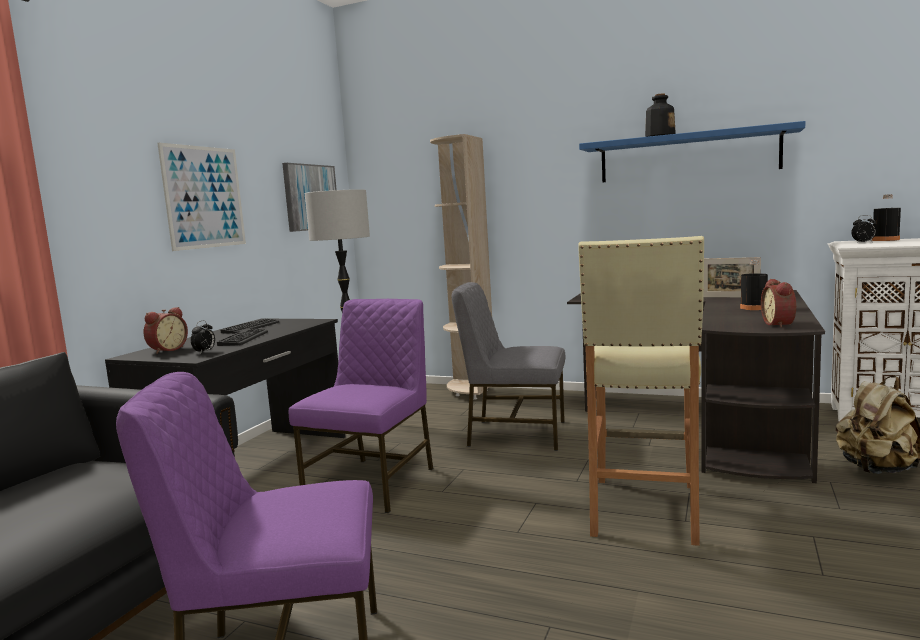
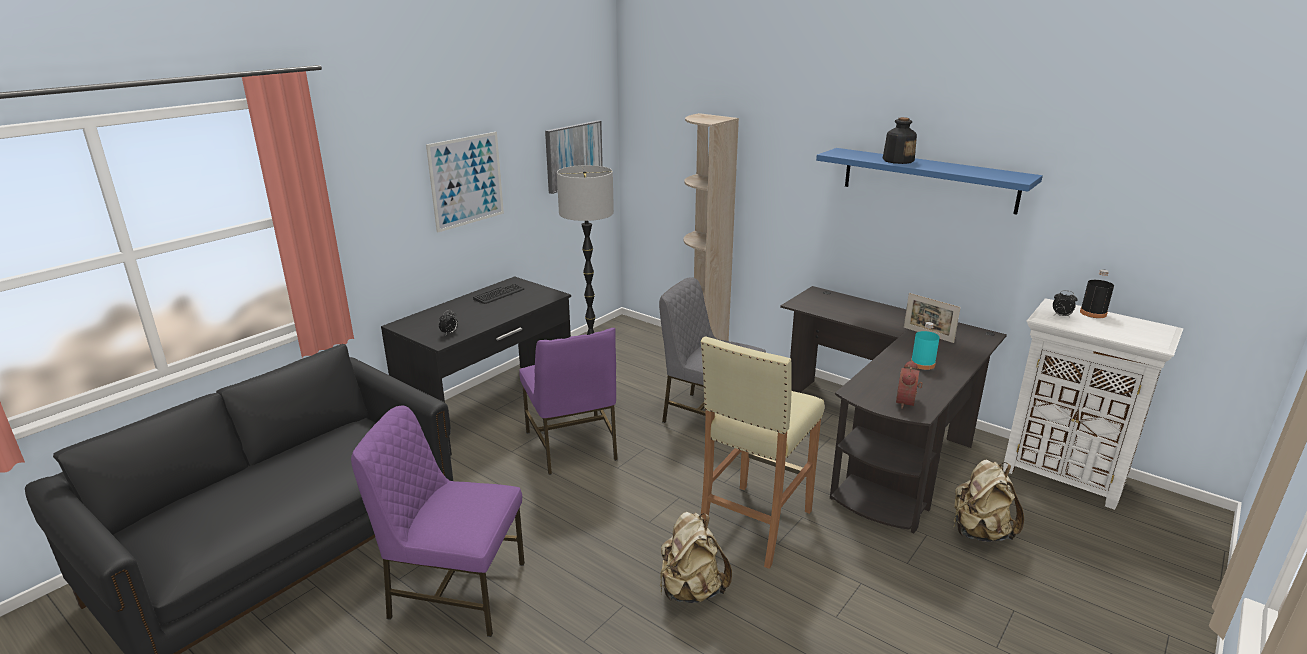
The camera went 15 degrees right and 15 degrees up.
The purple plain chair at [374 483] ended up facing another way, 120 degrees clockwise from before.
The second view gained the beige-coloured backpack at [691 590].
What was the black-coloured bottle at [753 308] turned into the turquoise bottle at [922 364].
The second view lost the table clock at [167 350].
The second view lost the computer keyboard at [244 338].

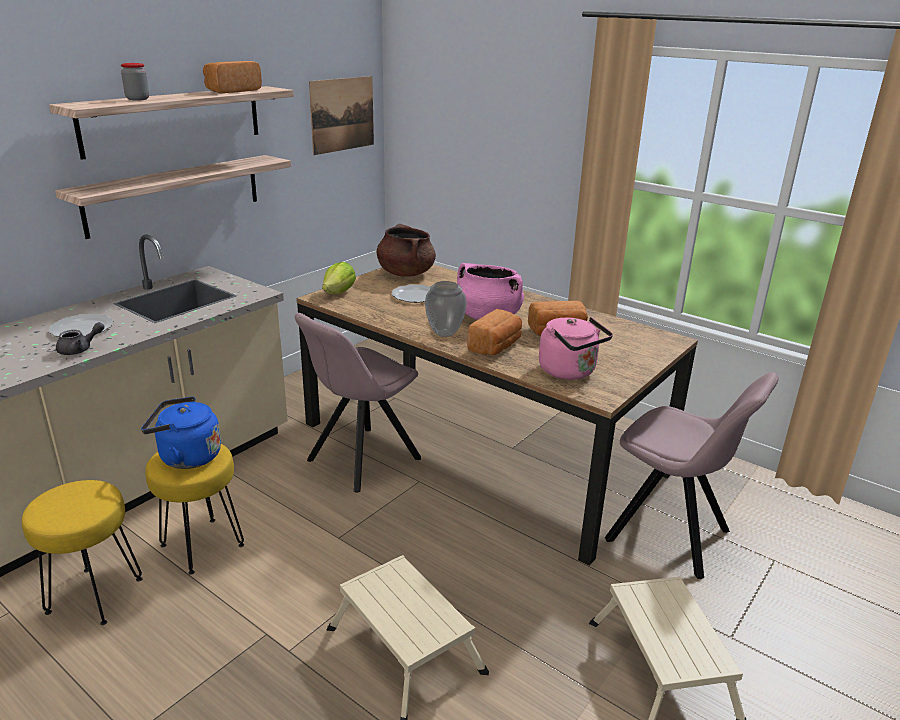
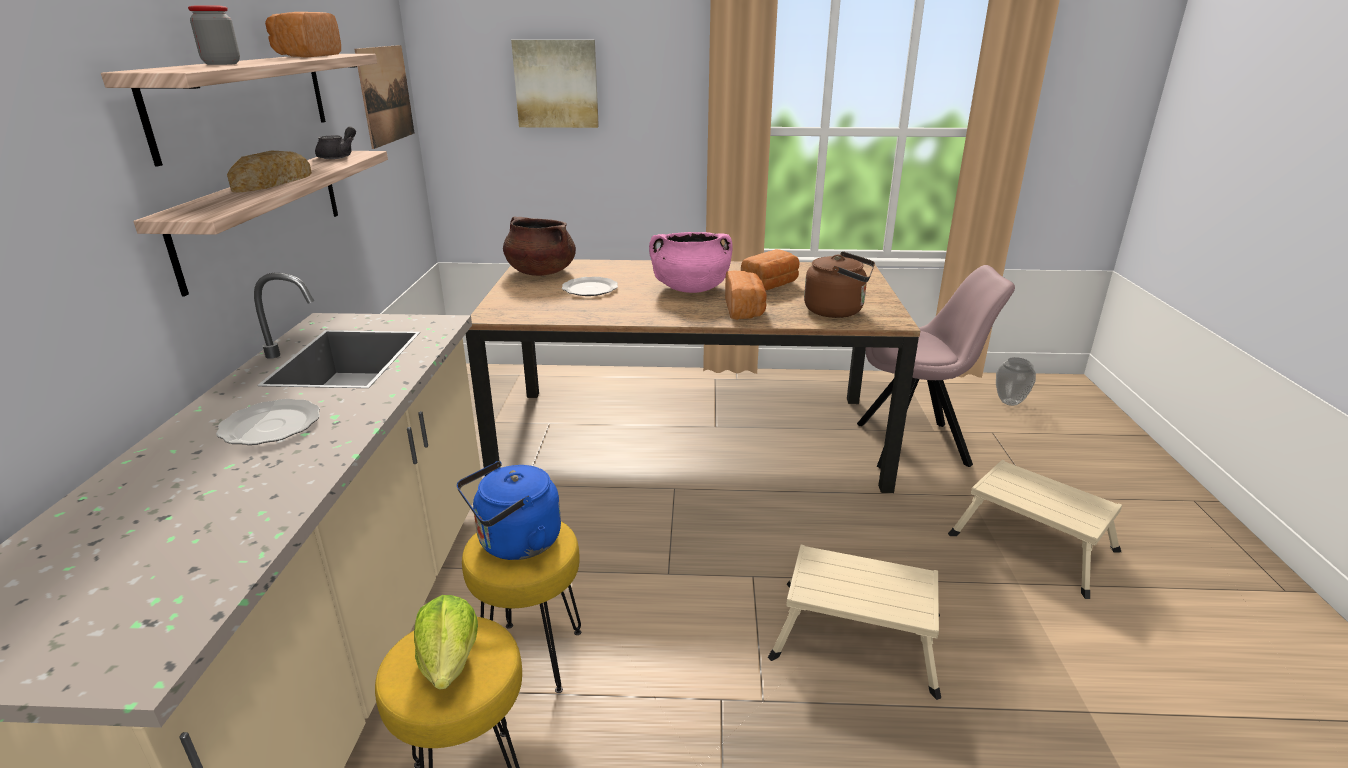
The camera went 35 degrees left and 0 degrees up.
The second view gained the baked bread at [274 182].
The greyish tea pot ended up elsewhere, having gone from [80 349] to [339 156].
The head of lettuce ended up elsewhere, having gone from [339 292] to [450 661].
The second view gained the wall art at [556 84].
What was the pink kettle at [570 372] turned into the brown kettle at [837 311].
The vase ended up elsewhere, having gone from [444 334] to [1010 402].
The second view lost the pink plain chair at [362 459].

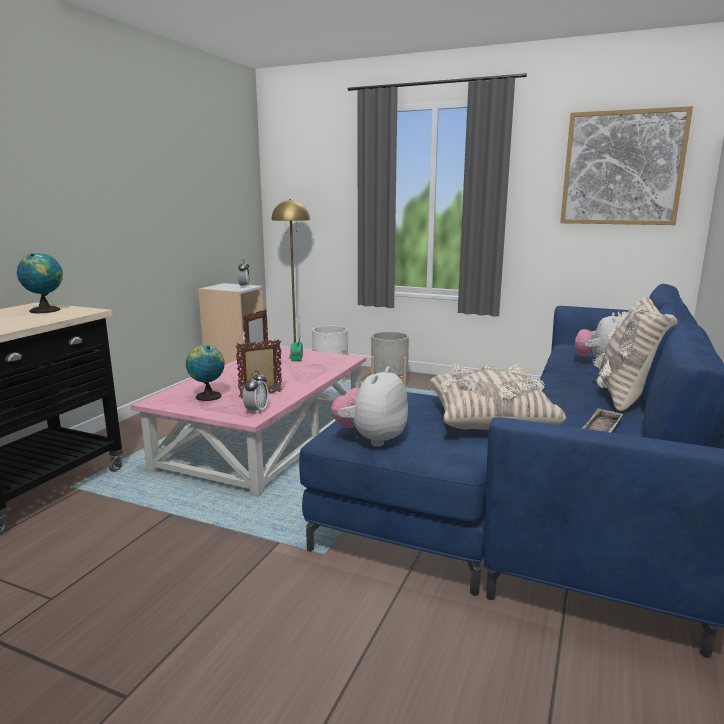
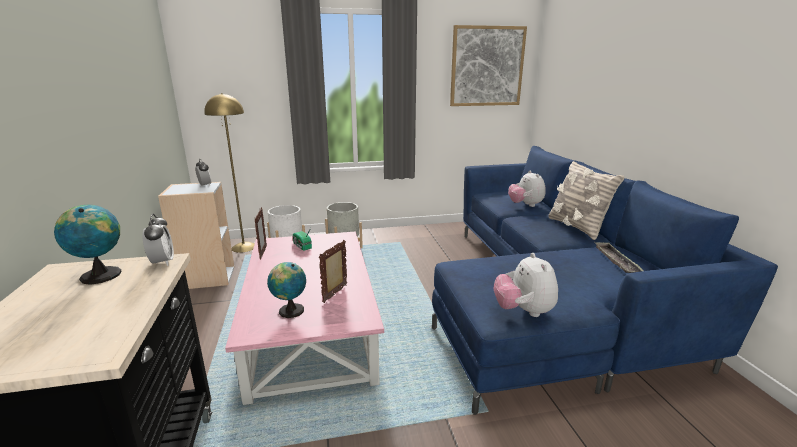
The camera went 35 degrees left and 5 degrees up.
The table clock ended up elsewhere, having gone from [256 411] to [162 262].
The second view lost the beige-coloured throw pillow at [490 421].

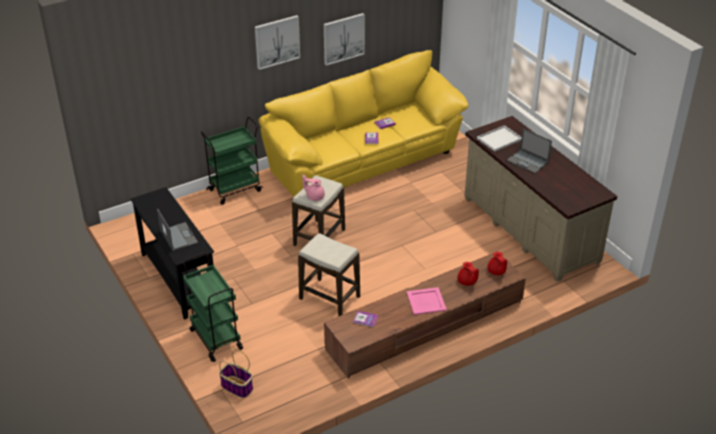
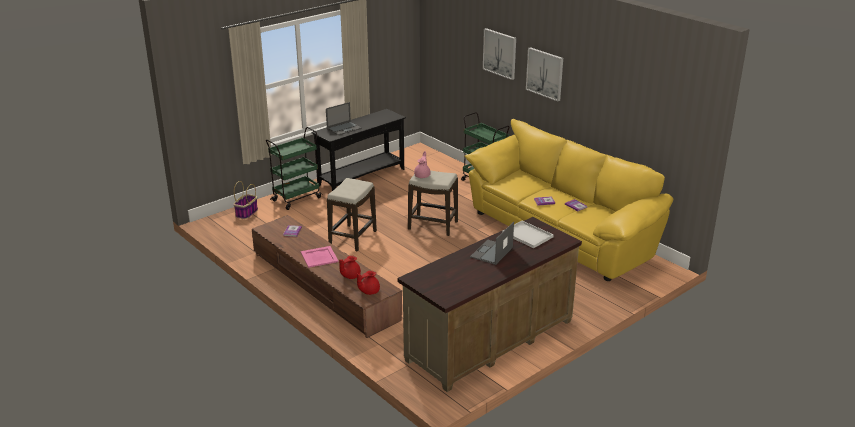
The camera went 80 degrees right and 10 degrees down.
The wall art ended up elsewhere, having gone from [343 38] to [500 53].

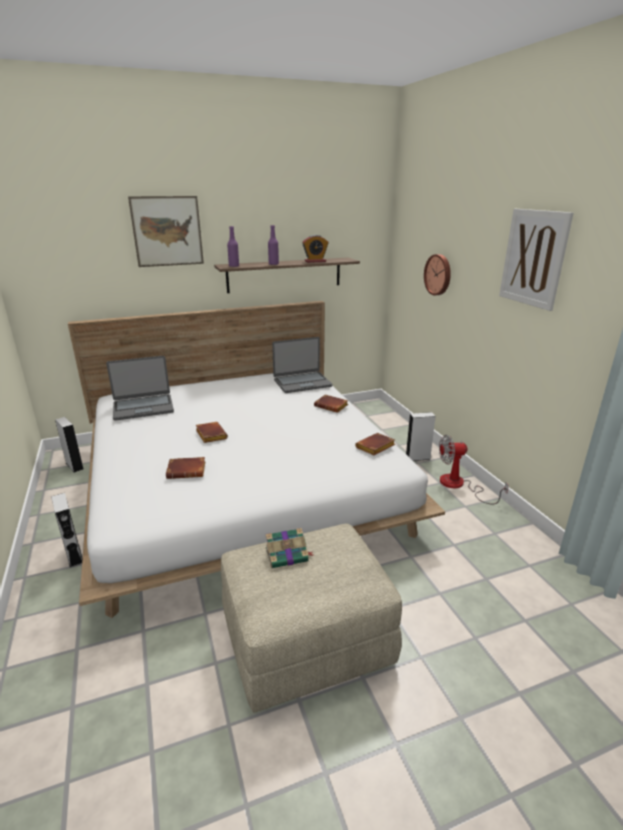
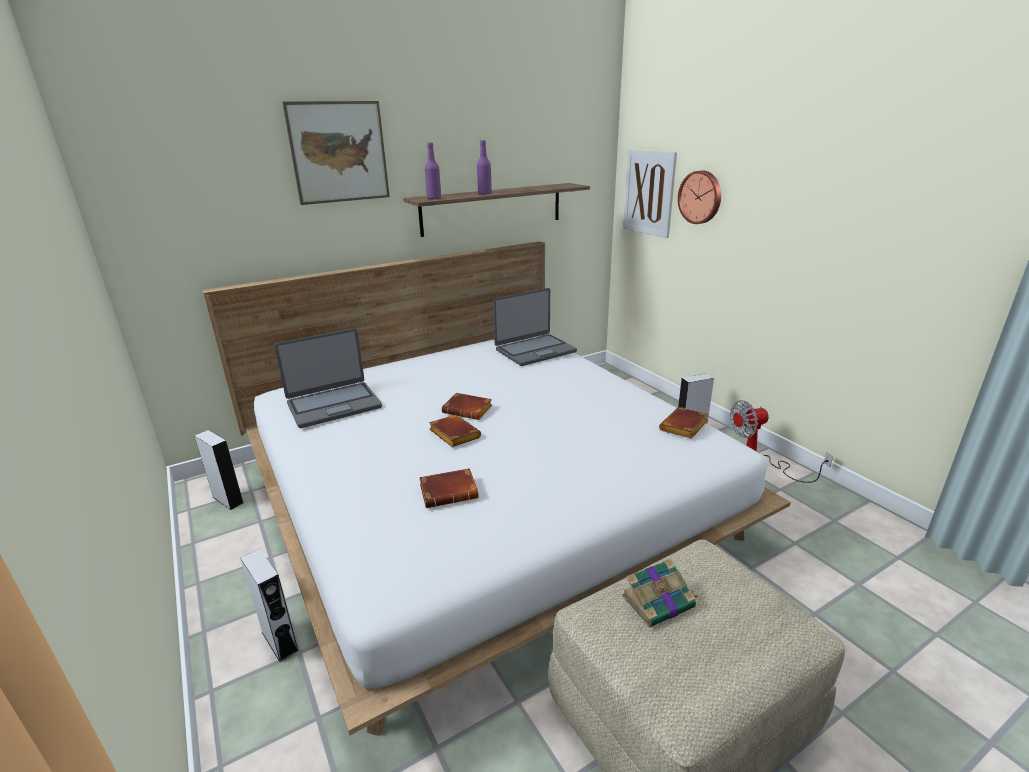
The camera went 10 degrees left and 0 degrees up.
The brown bound book ended up elsewhere, having gone from [332 406] to [469 410].
The wall art ended up elsewhere, having gone from [533 258] to [649 193].
The second view lost the table clock at [315 261].

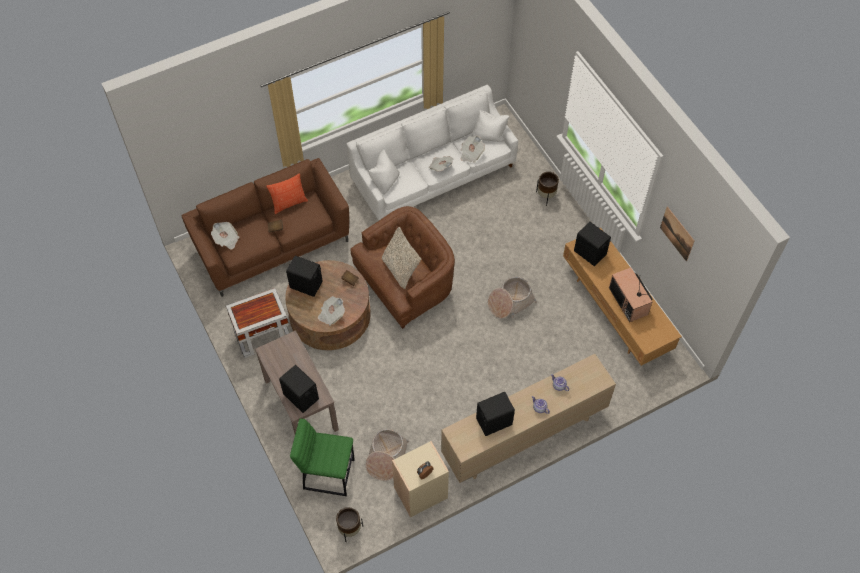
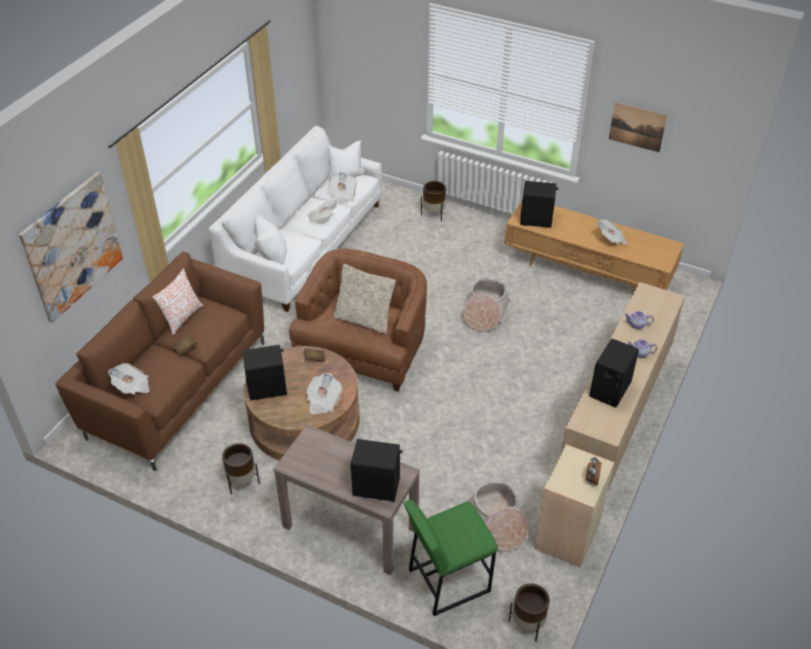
The camera went 35 degrees left and 15 degrees down.
The second view gained the wall art at [72 246].
What was the orangey throw pillow at [289 203] turned into the whitish throw pillow at [182 318].
Where the whitish end table stood at [263 335], the brown flower pot came to stand at [242 482].
Where the television stood at [629 301], the printed paper came to stand at [611 239].

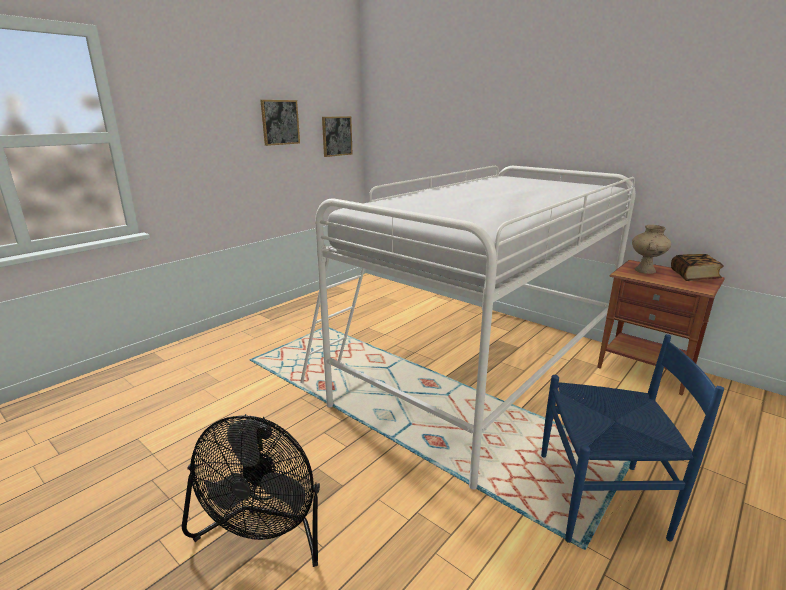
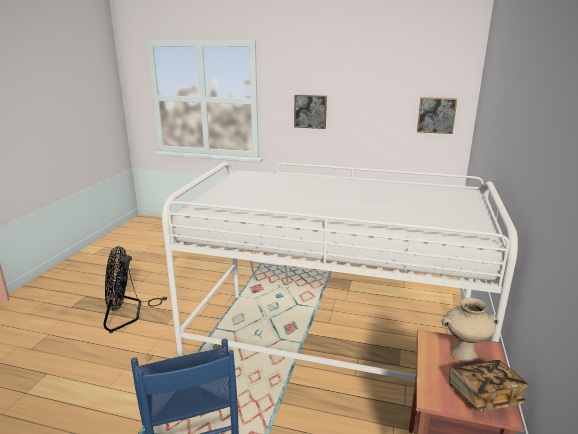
The camera went 65 degrees right and 0 degrees up.
The wall art ended up elsewhere, having gone from [280 122] to [310 111].

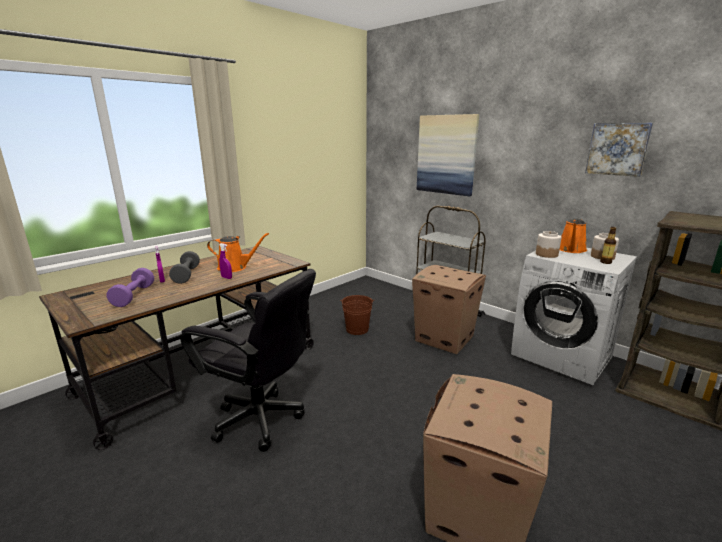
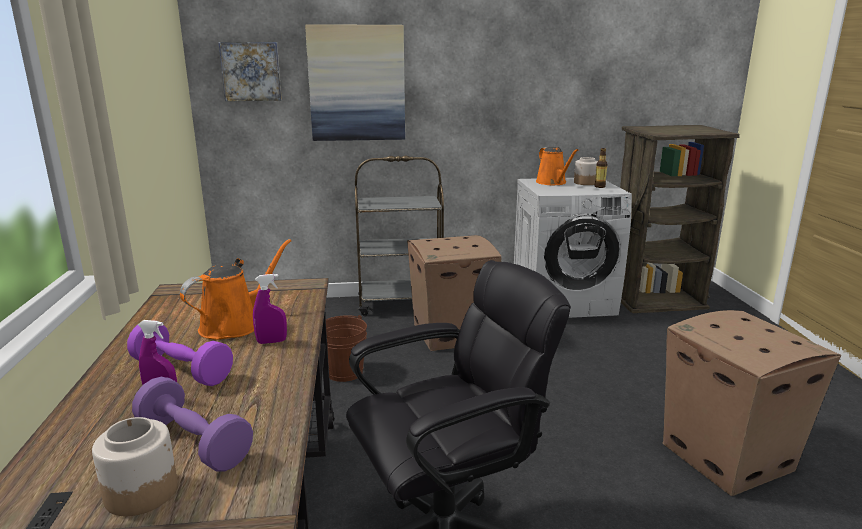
The camera went 50 degrees left and 0 degrees up.
The storage jar ended up elsewhere, having gone from [546 254] to [141 492].
What was the greyish free weight at [186 275] turned into the purple free weight at [182 370].
The wall art ended up elsewhere, having gone from [618 149] to [251 71].

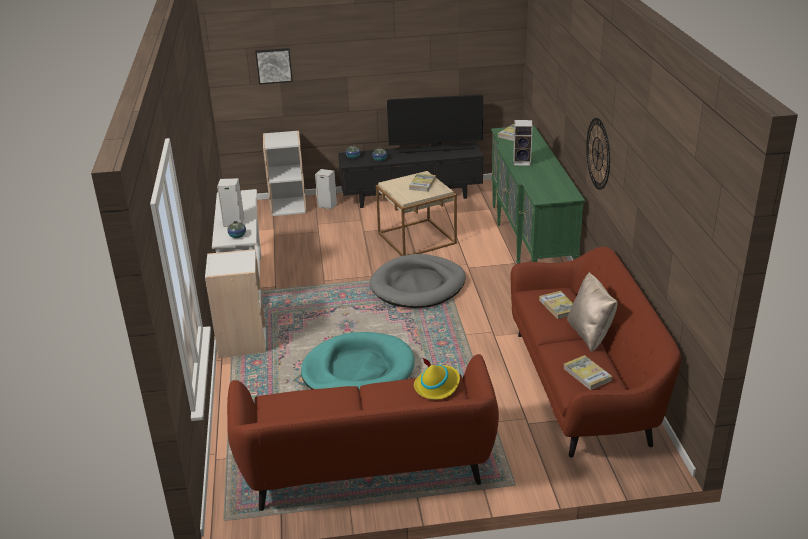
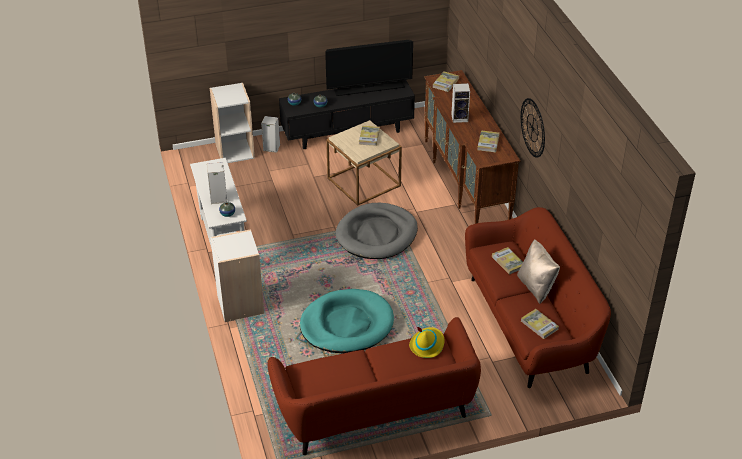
The camera went 10 degrees left and 10 degrees up.
What was the green-coloured cabinet at [529 243] turned into the brown cabinet at [464 181].
The second view gained the bound book at [488 142].
The second view lost the wall art at [274 65].

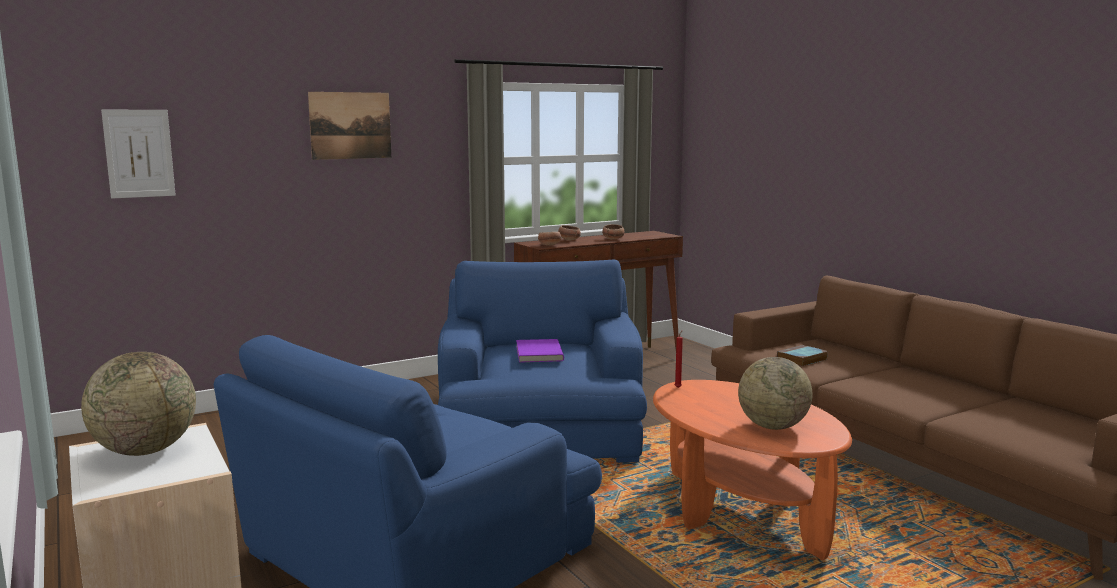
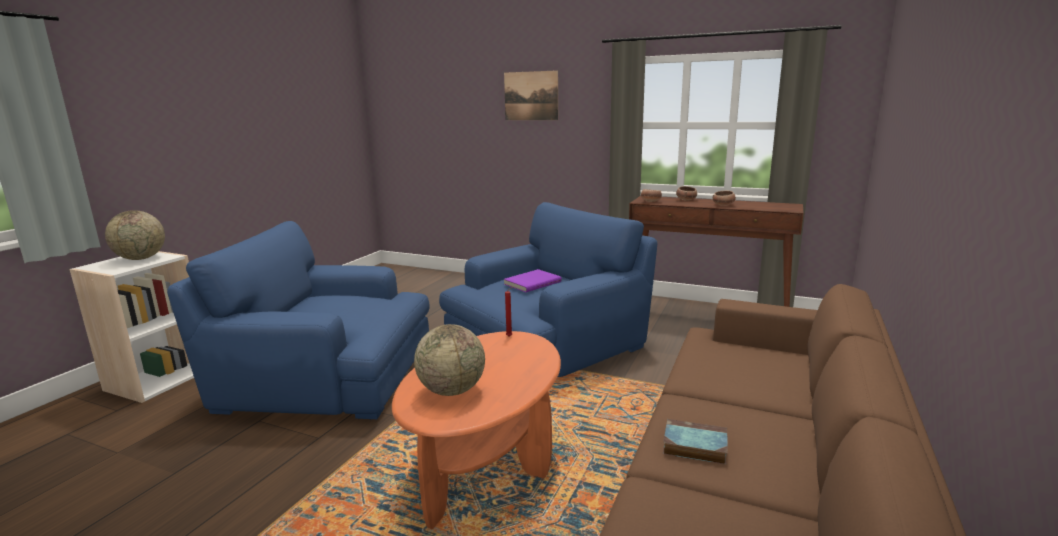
The camera went 55 degrees right and 5 degrees up.
The bound book ended up elsewhere, having gone from [801 359] to [693 446].
The second view lost the wall art at [139 153].

